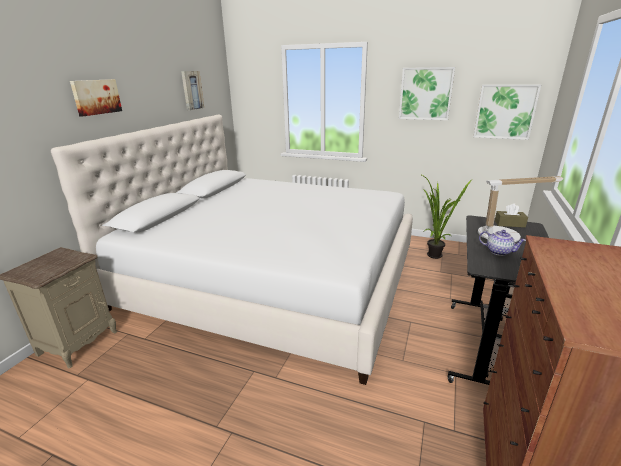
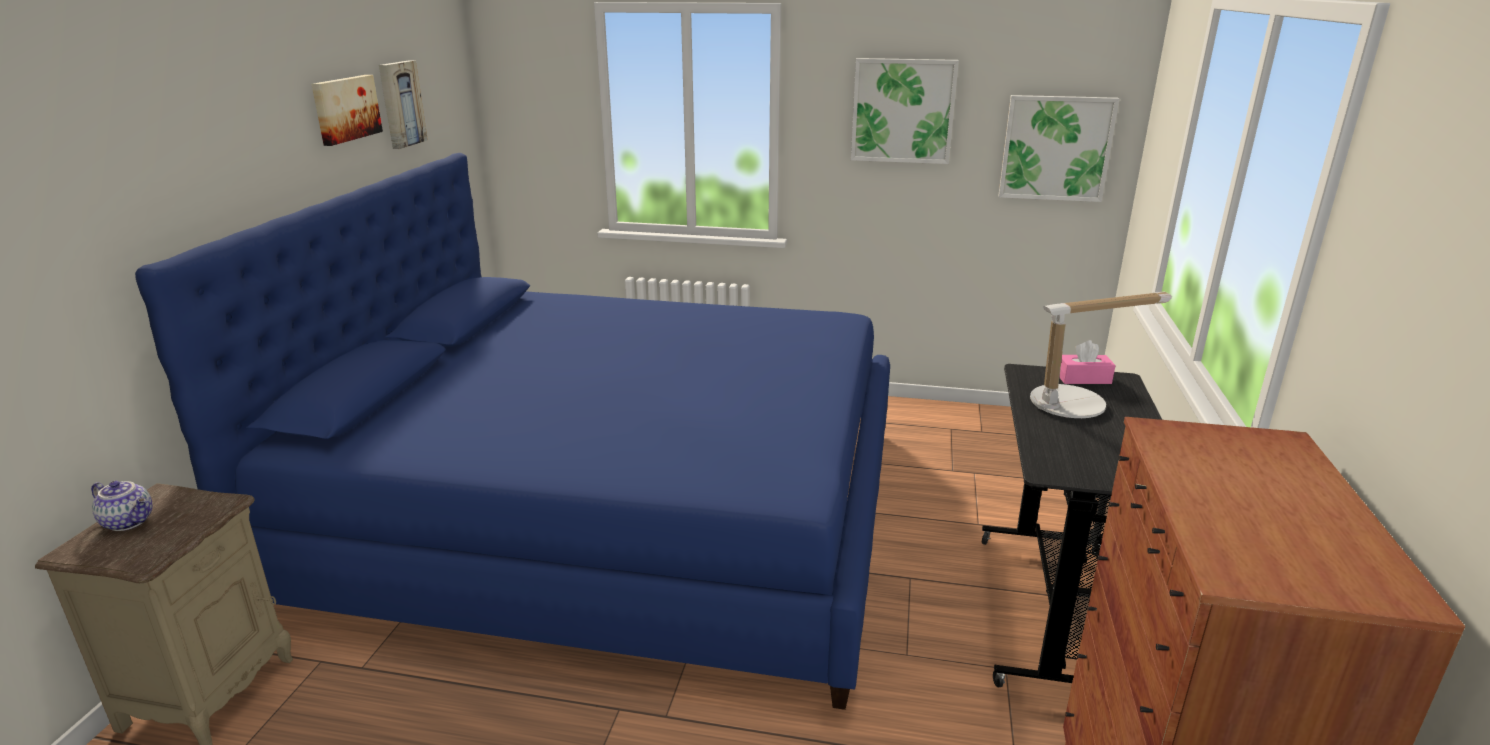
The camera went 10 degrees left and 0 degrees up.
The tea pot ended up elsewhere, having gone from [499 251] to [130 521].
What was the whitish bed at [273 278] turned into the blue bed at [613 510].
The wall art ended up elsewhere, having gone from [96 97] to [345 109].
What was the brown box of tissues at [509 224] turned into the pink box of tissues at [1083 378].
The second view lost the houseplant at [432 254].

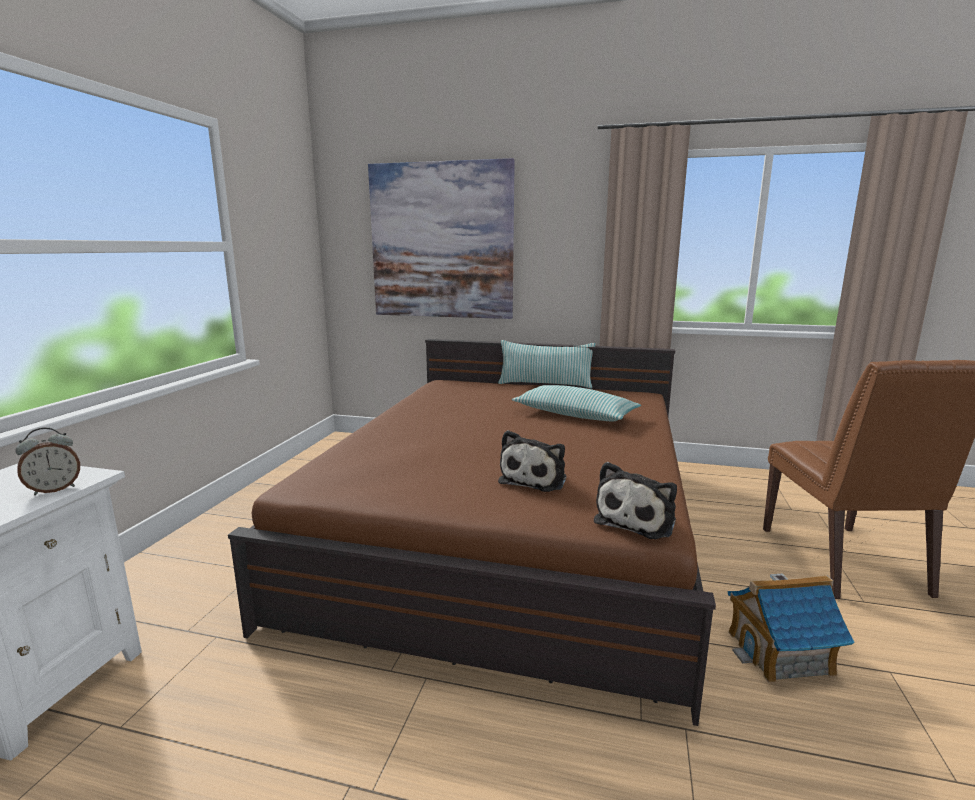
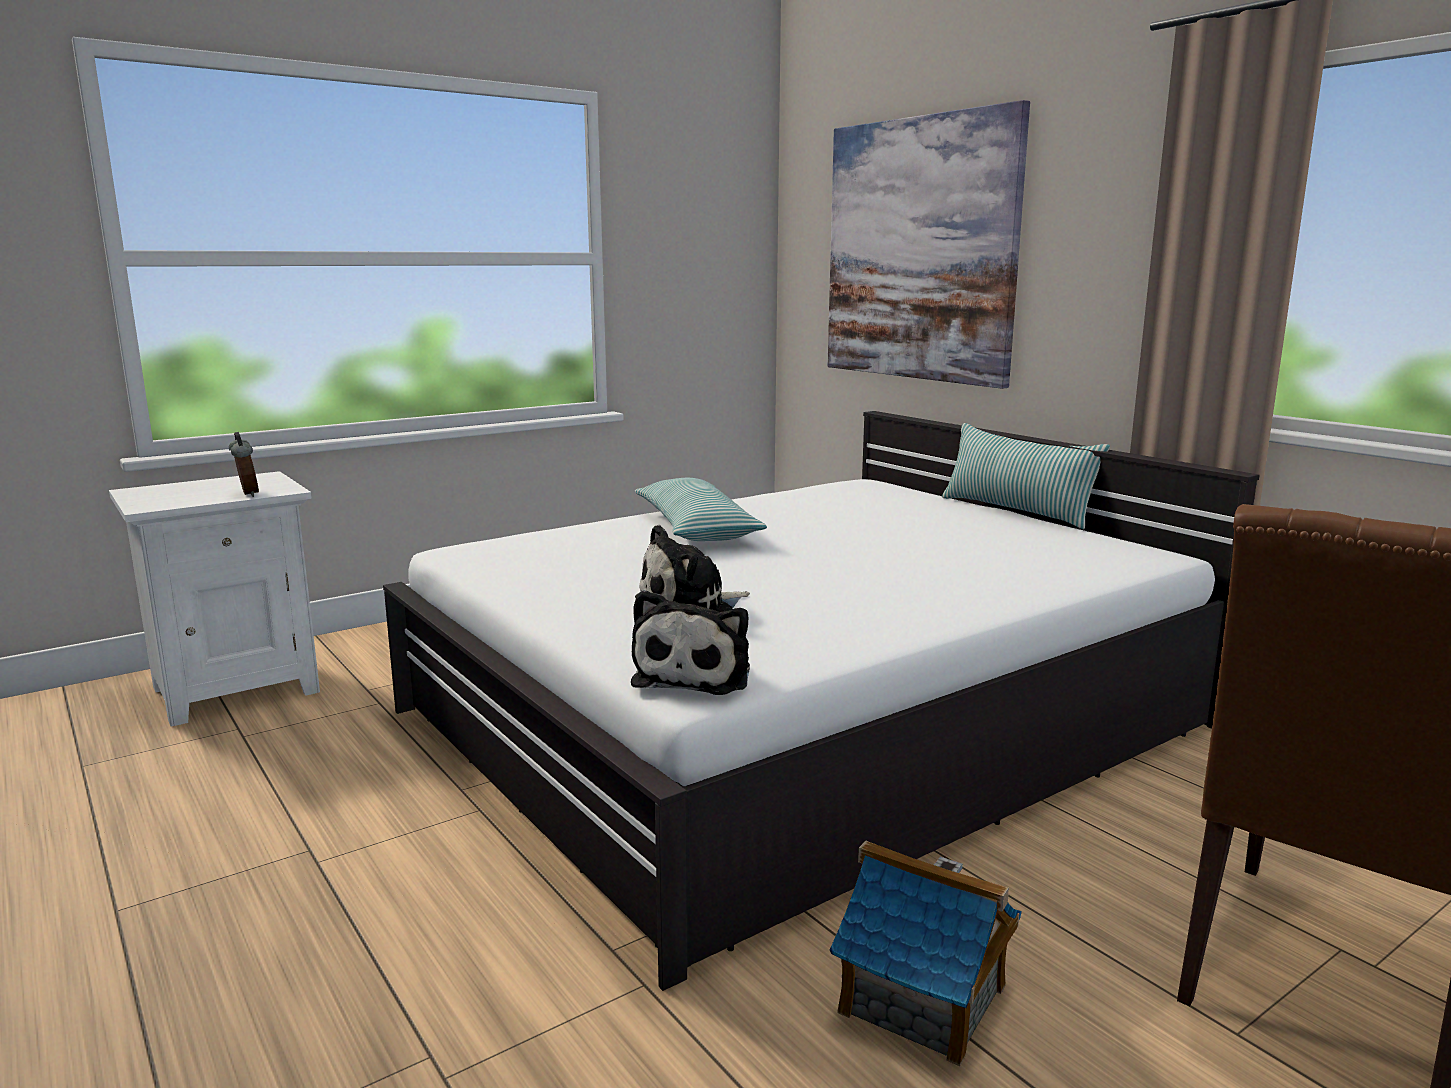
The camera went 40 degrees right and 0 degrees up.
The table clock at [54 489] ended up facing another way, 120 degrees counterclockwise from before.
What was the brown bed at [511 529] turned into the whitish bed at [806 717].
The soft toy at [637 520] ended up facing another way, 60 degrees counterclockwise from before.
The throw pillow ended up elsewhere, having gone from [574 415] to [696 529].

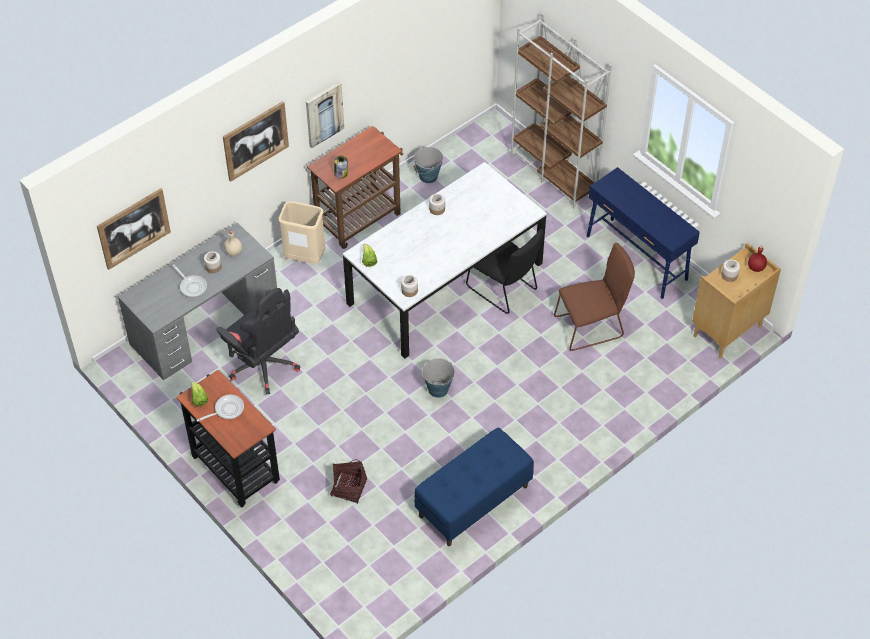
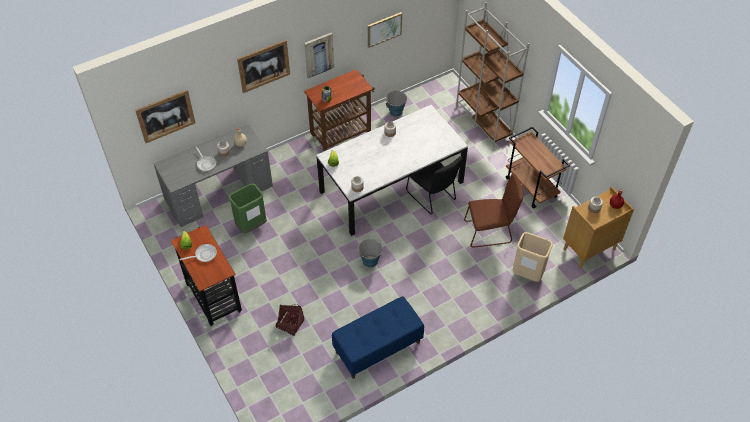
The camera went 10 degrees right and 0 degrees up.
Where the black-coloured office chair stood at [263 365], the green-coloured waste bin came to stand at [251 226].
The second view gained the wall art at [384 29].
Where the blue narrow table stood at [636 258], the brown trolley came to stand at [531 187].
The beige-coloured waste bin ended up elsewhere, having gone from [304 257] to [527 274].

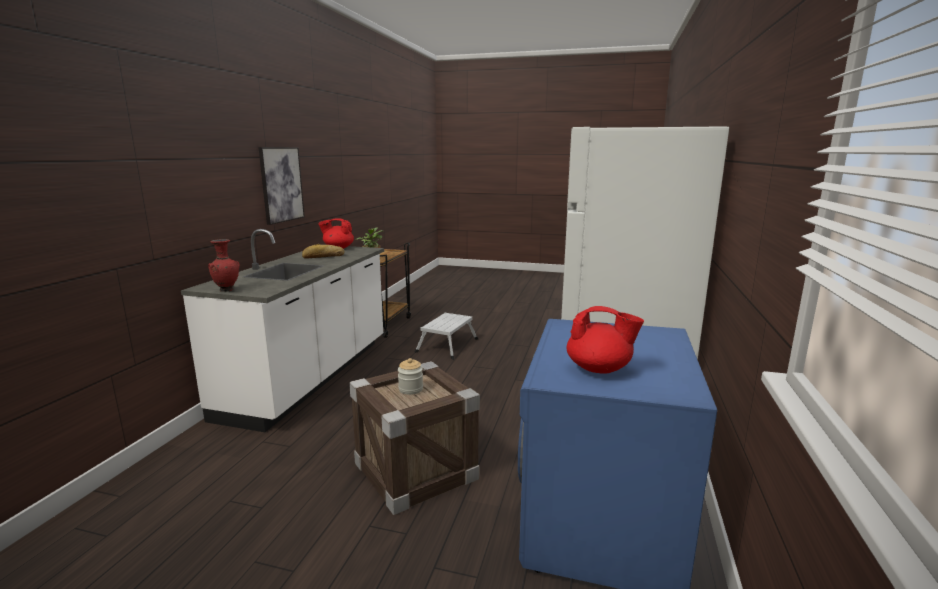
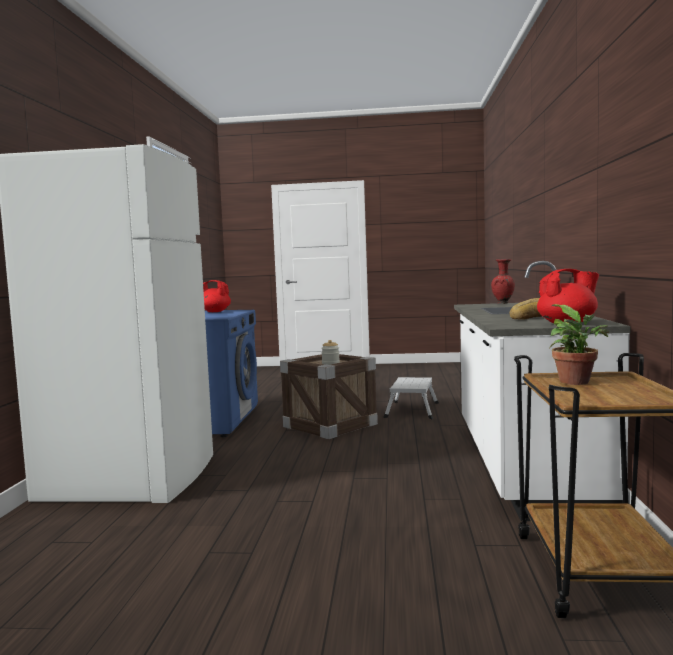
The camera went 170 degrees right and 10 degrees down.
The whitish step ladder ended up elsewhere, having gone from [447 345] to [412 410].
The second view lost the wall art at [281 184].

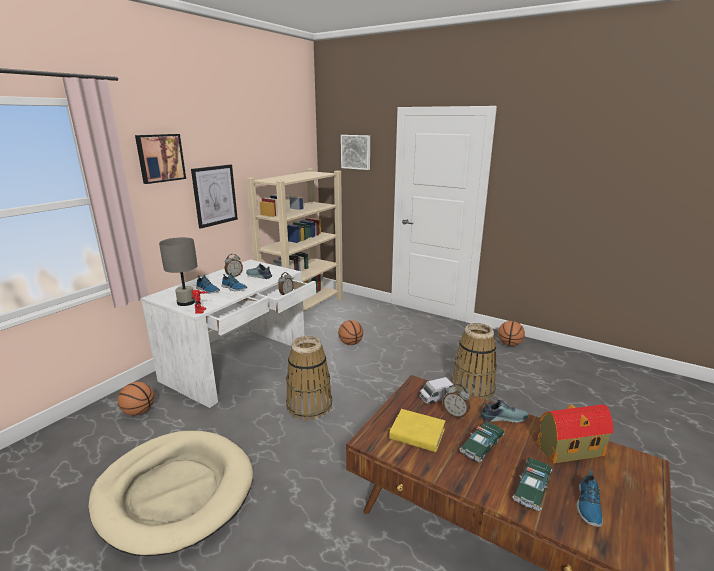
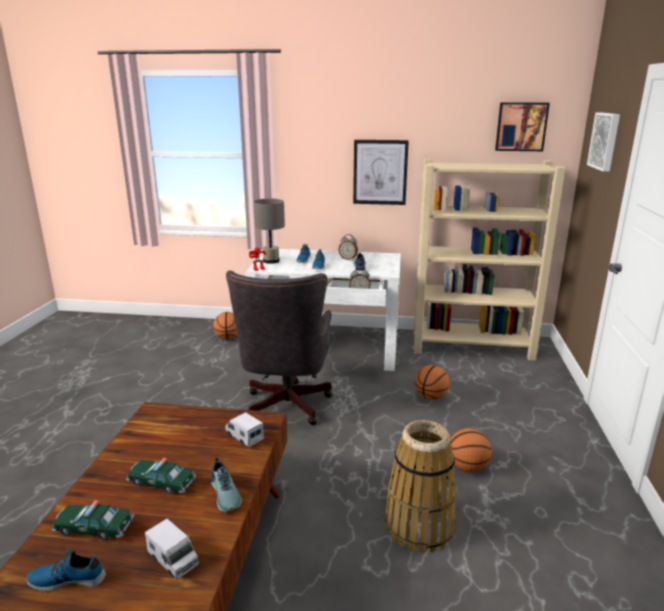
The camera went 65 degrees right and 0 degrees up.
Where the model house stood at [568 449], the toy truck came to stand at [173 559].
Where the basket stood at [309 406], the greyish office chair came to stand at [287 407].
The basketball ended up elsewhere, having gone from [509 344] to [467 467].
The wall art ended up elsewhere, having gone from [160 158] to [521 126].
The second view lost the beige-coloured dog bed at [175 492].
The second view lost the yellowish bound book at [417 434].
The second view lost the table clock at [455 414].

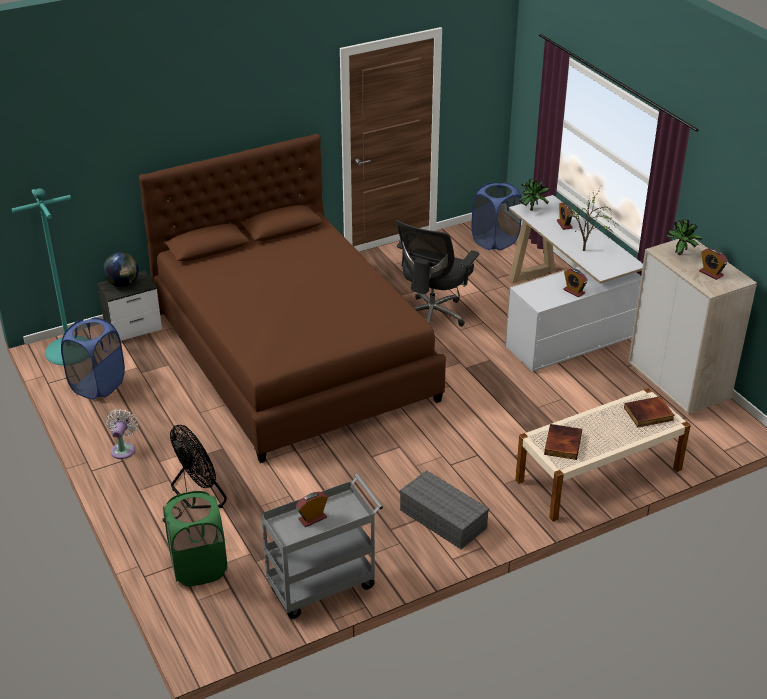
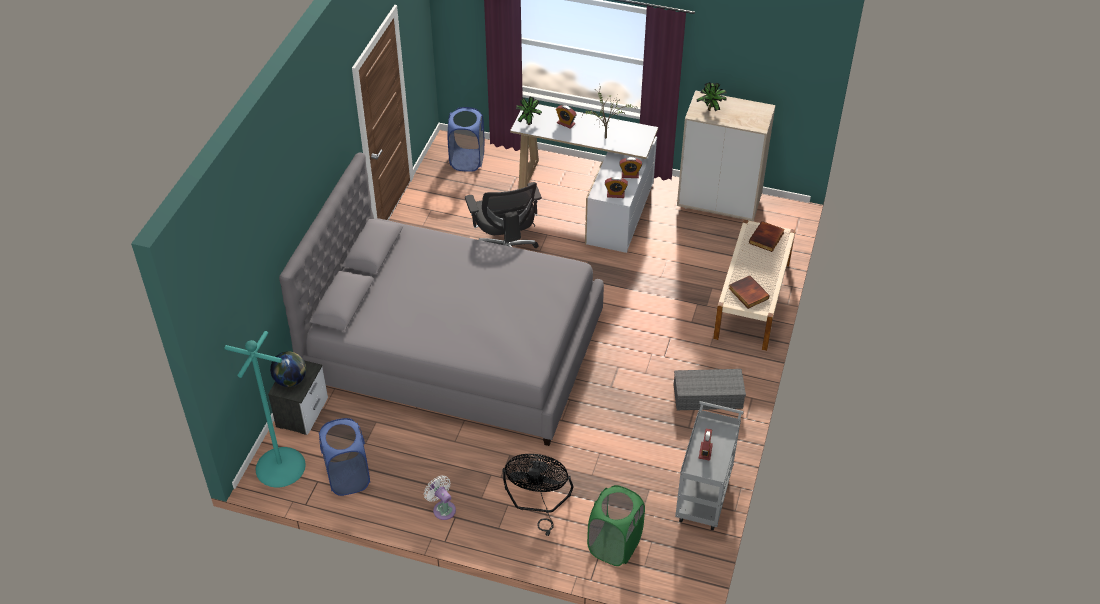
The camera went 45 degrees left and 10 degrees up.
What was the brown bed at [293 354] turned into the greyish bed at [454 349].
The table clock ended up elsewhere, having gone from [711 273] to [615 194].

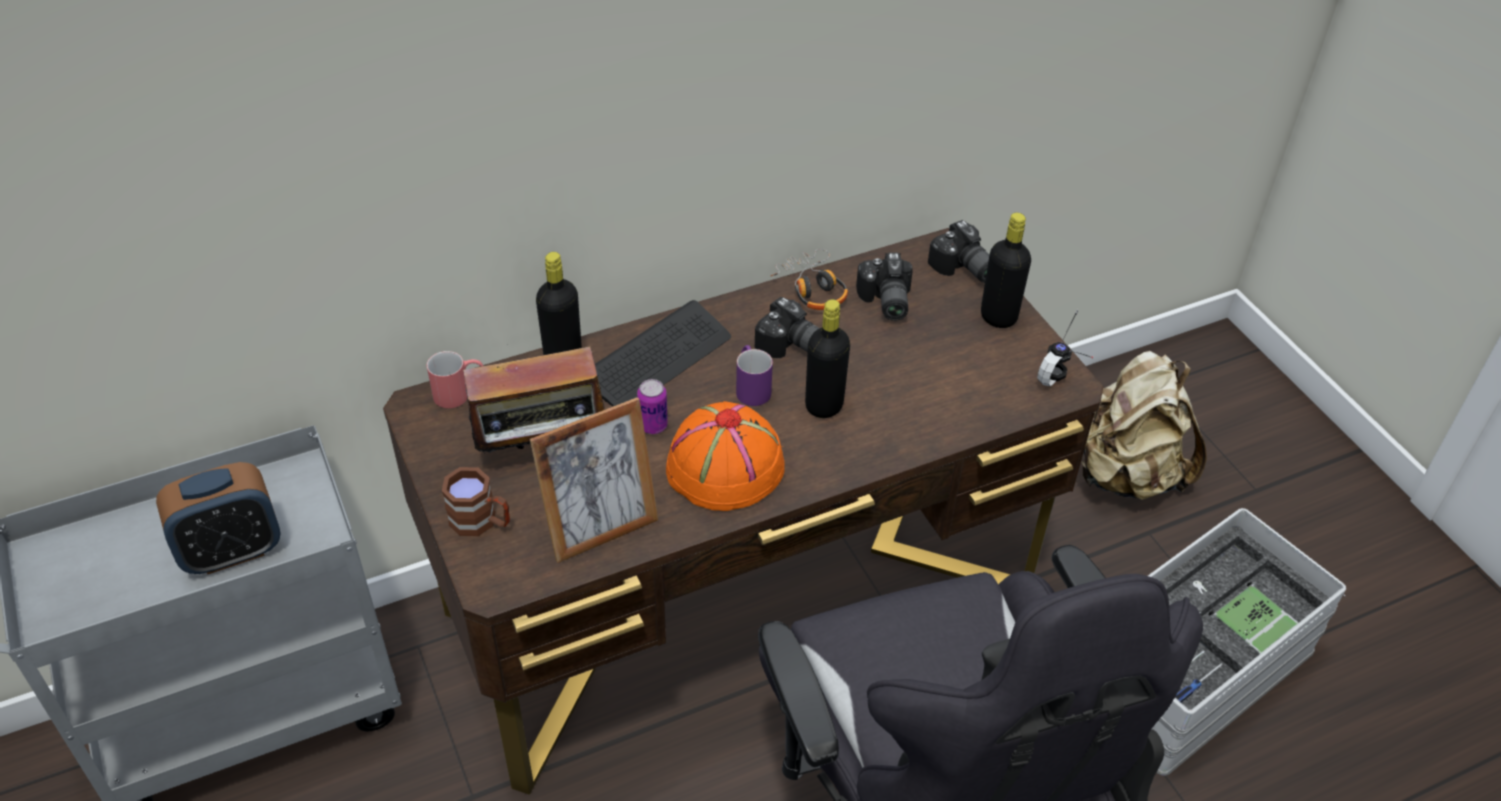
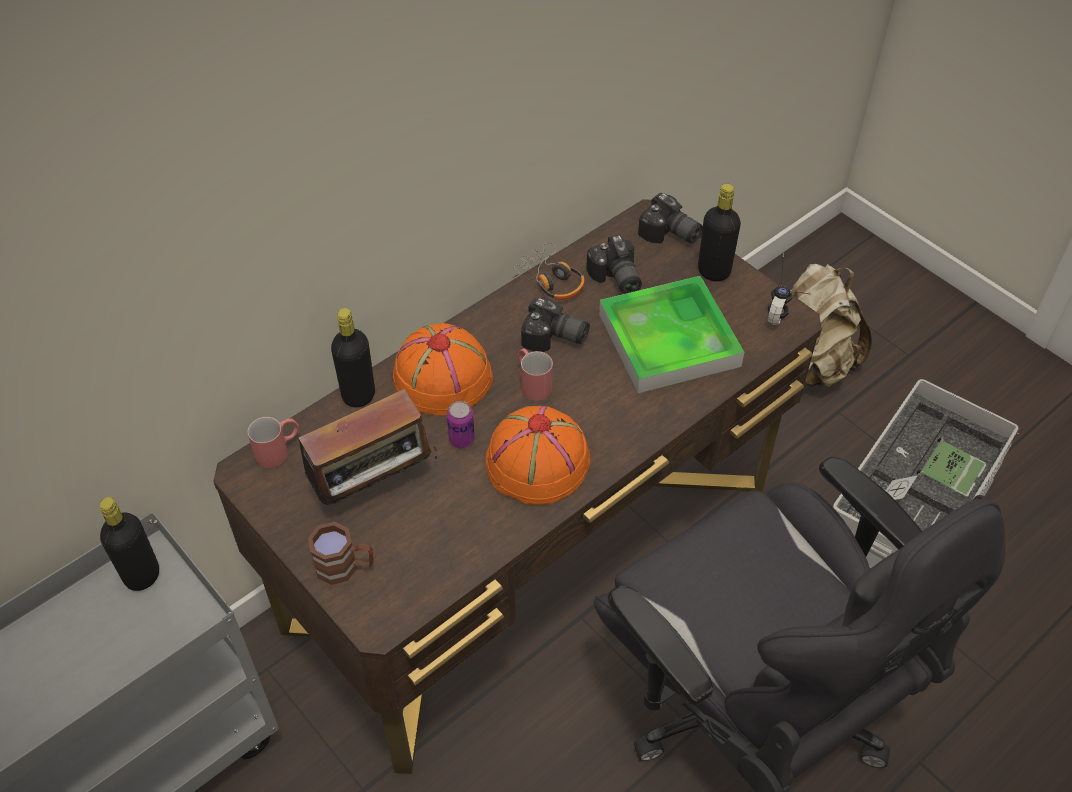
The camera went 15 degrees left and 5 degrees up.
The black-coloured bottle ended up elsewhere, having gone from [824 405] to [142 575].
Where the computer keyboard stood at [657 359], the orangey hat came to stand at [441 376].
What was the purple coffee mug at [751 387] turned into the red-coloured coffee mug at [532 383].
The second view gained the carrying tray at [669 340].
The second view lost the table clock at [232 551].
The second view lost the photo frame at [601 530].

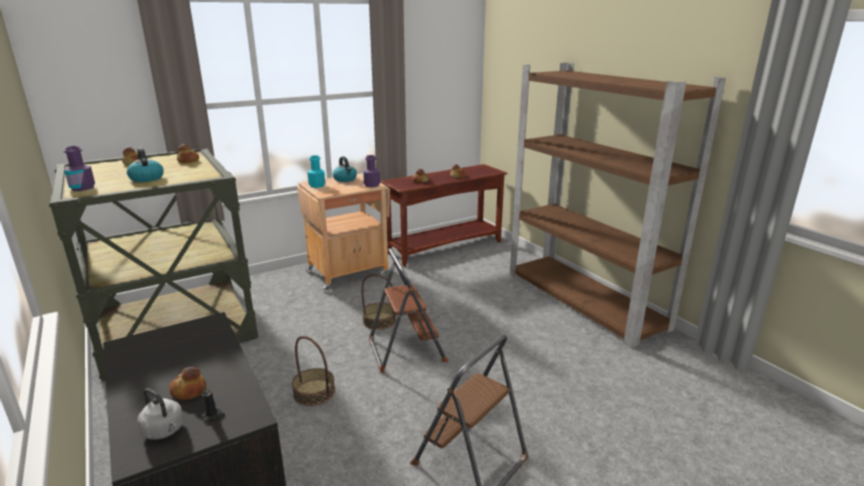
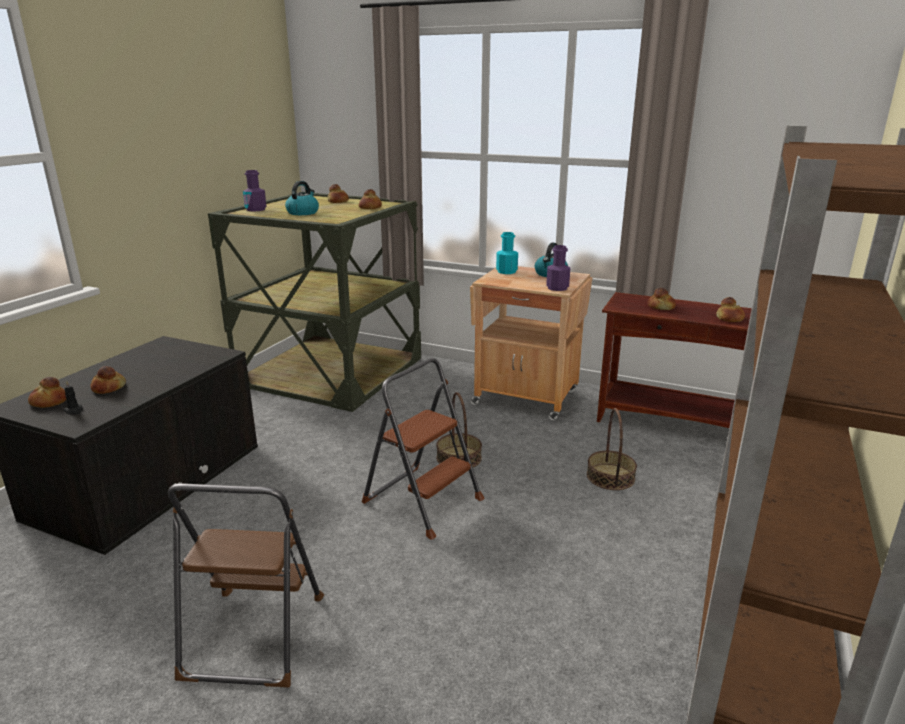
The camera went 55 degrees right and 0 degrees up.
Where the greyish kettle stood at [165 431], the baked bread came to stand at [48 402].
The basket ended up elsewhere, having gone from [314 392] to [610 477].

